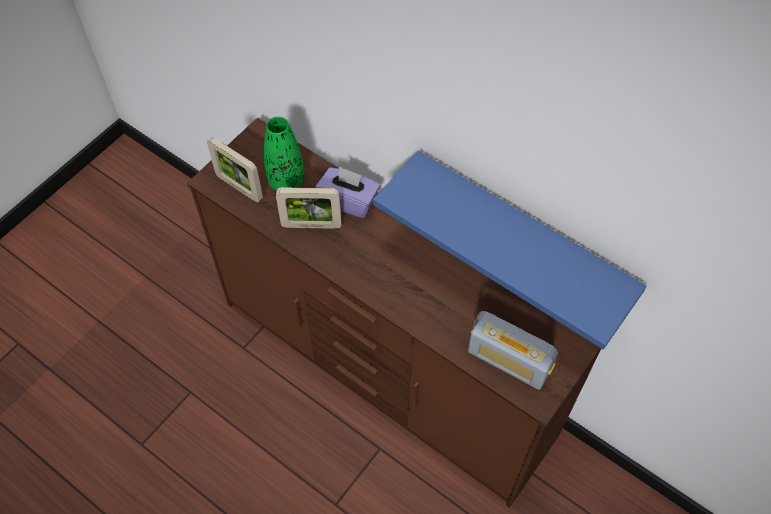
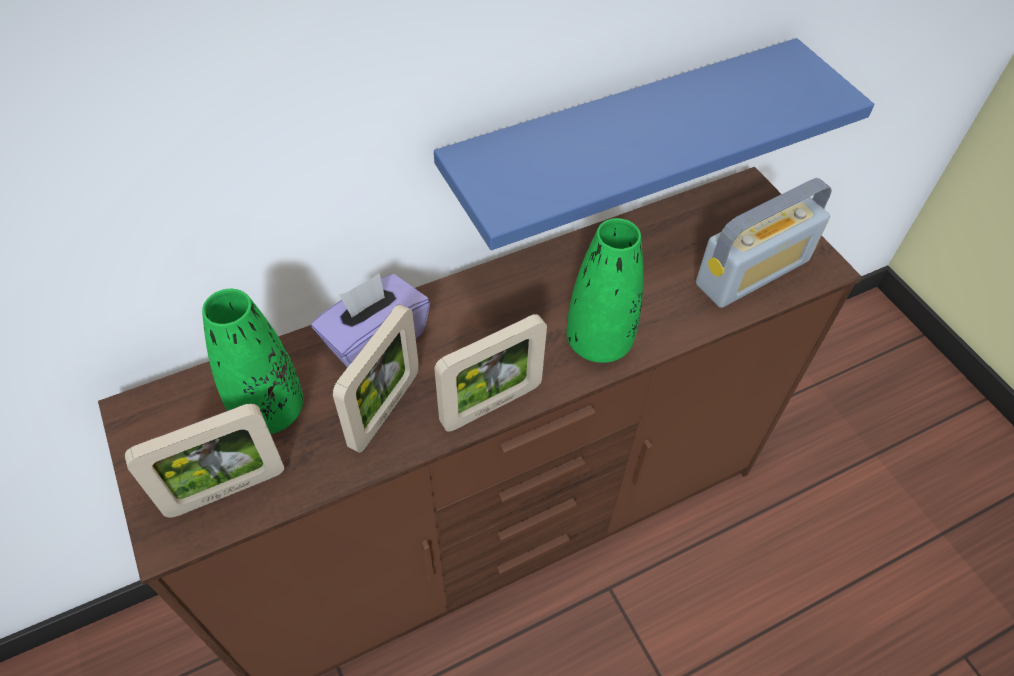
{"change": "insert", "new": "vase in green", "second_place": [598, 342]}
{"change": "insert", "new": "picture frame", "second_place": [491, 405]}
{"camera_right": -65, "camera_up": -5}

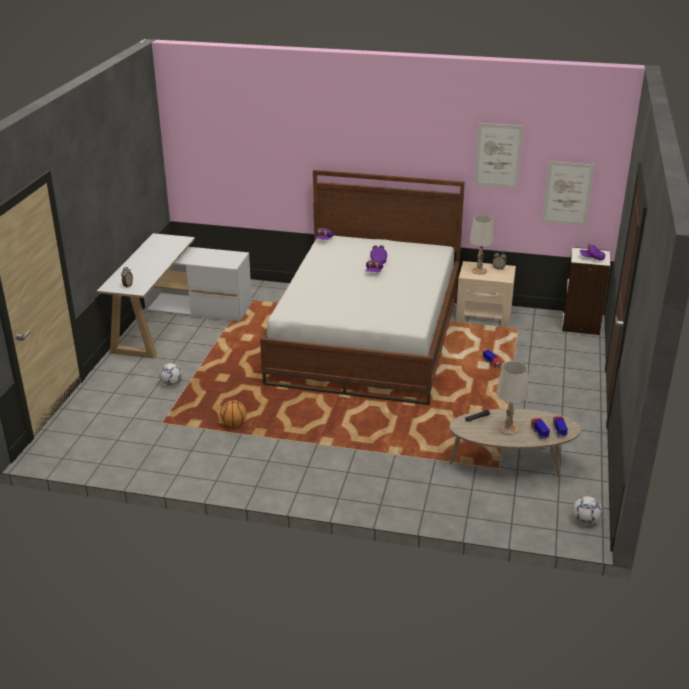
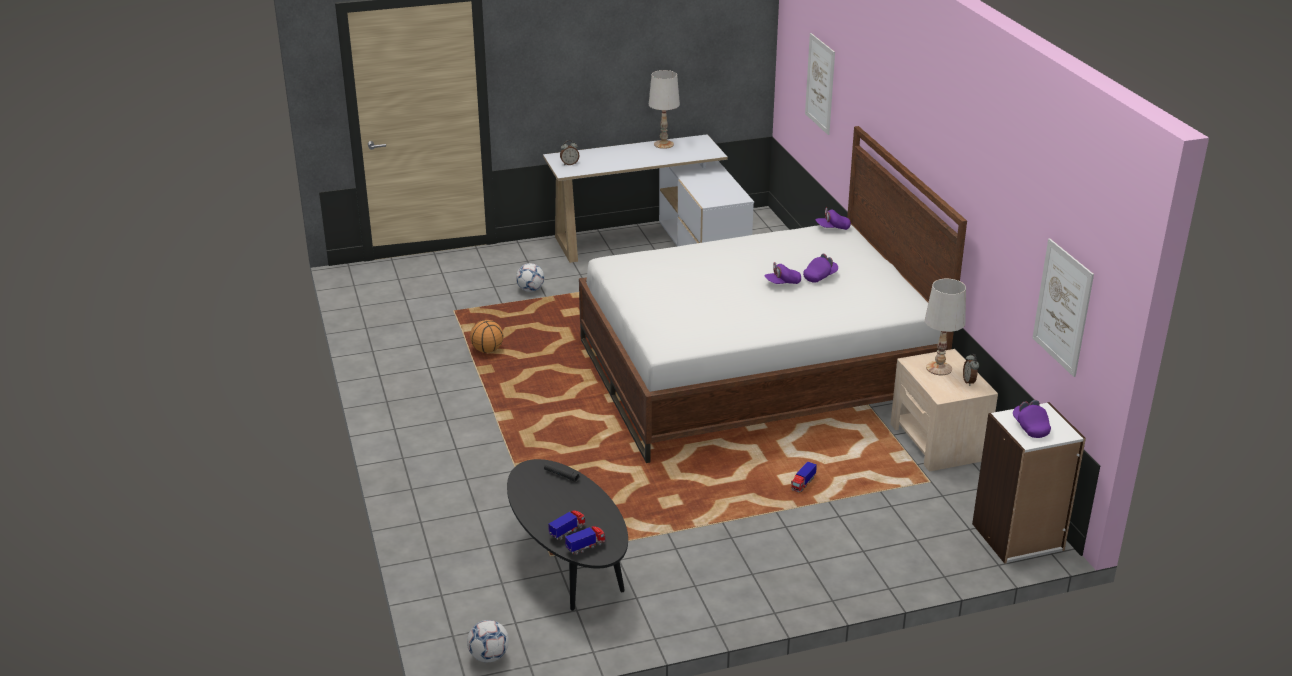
{"change": "move", "old": "picture", "first_place": [498, 155], "second_place": [820, 83]}
{"change": "move", "old": "table lamp in white", "first_place": [507, 429], "second_place": [663, 144]}
{"change": "recolor", "old": "coffee table in beige", "new": "coffee table in black", "first_place": [510, 464], "second_place": [567, 563]}
{"camera_right": 60, "camera_up": 0}

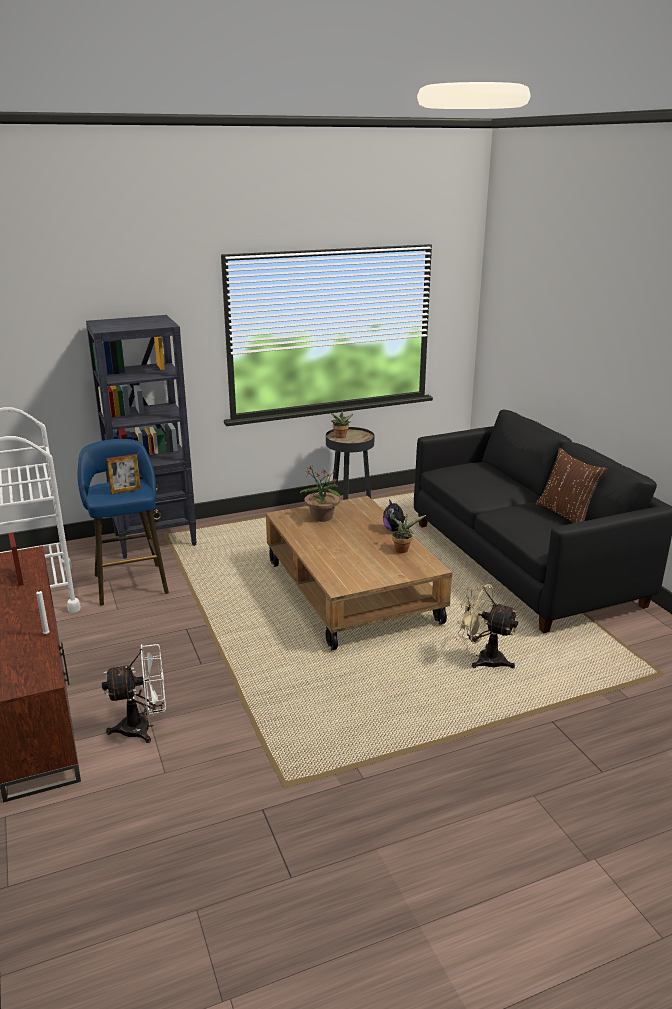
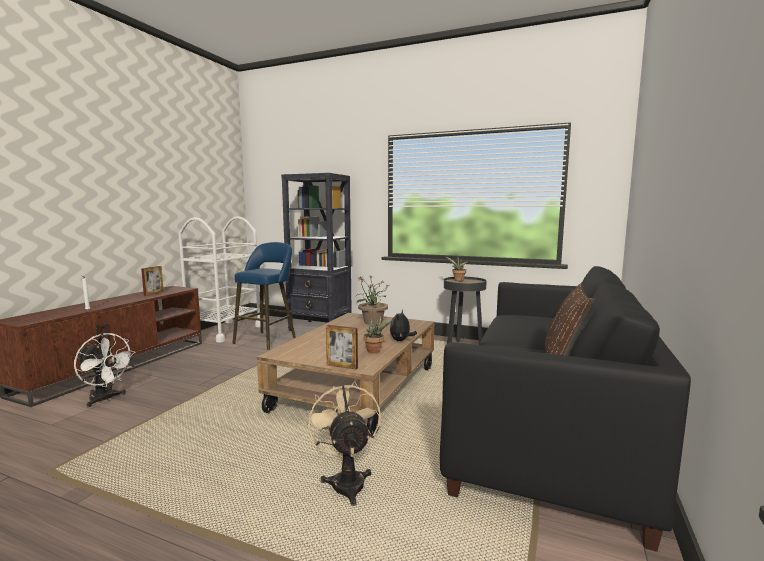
{"change": "move", "old": "picture frame", "first_place": [125, 491], "second_place": [342, 366]}
{"camera_right": 45, "camera_up": -15}

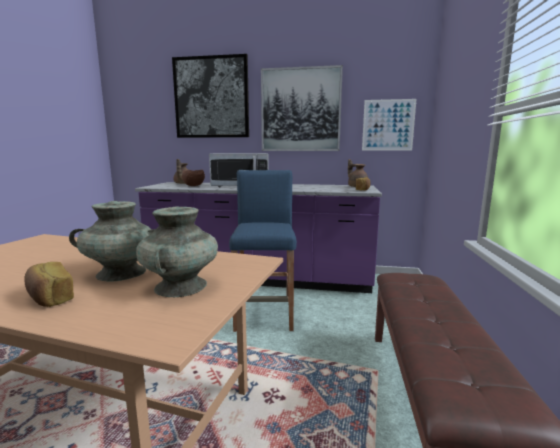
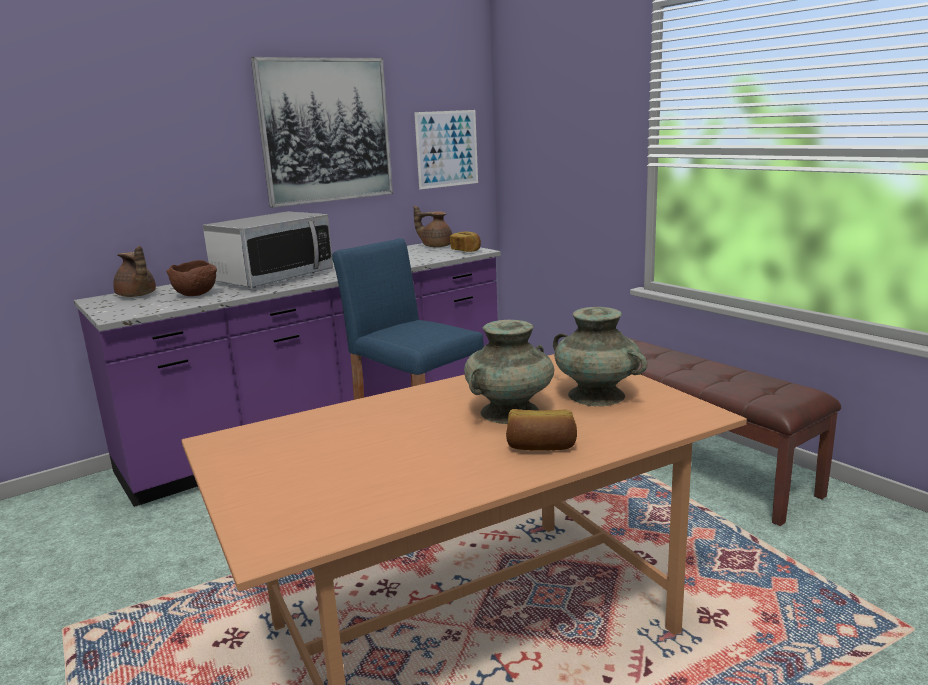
{"change": "delete", "old": "picture", "first_place": [211, 98]}
{"camera_right": -45, "camera_up": 5}

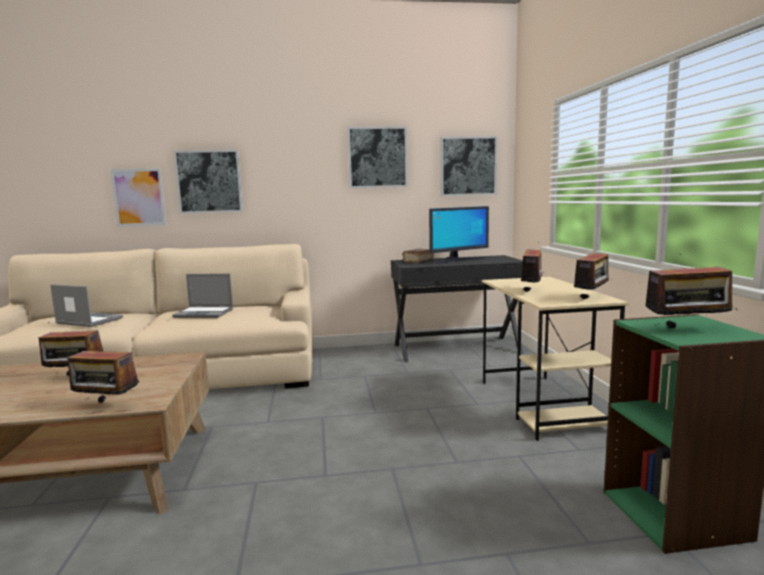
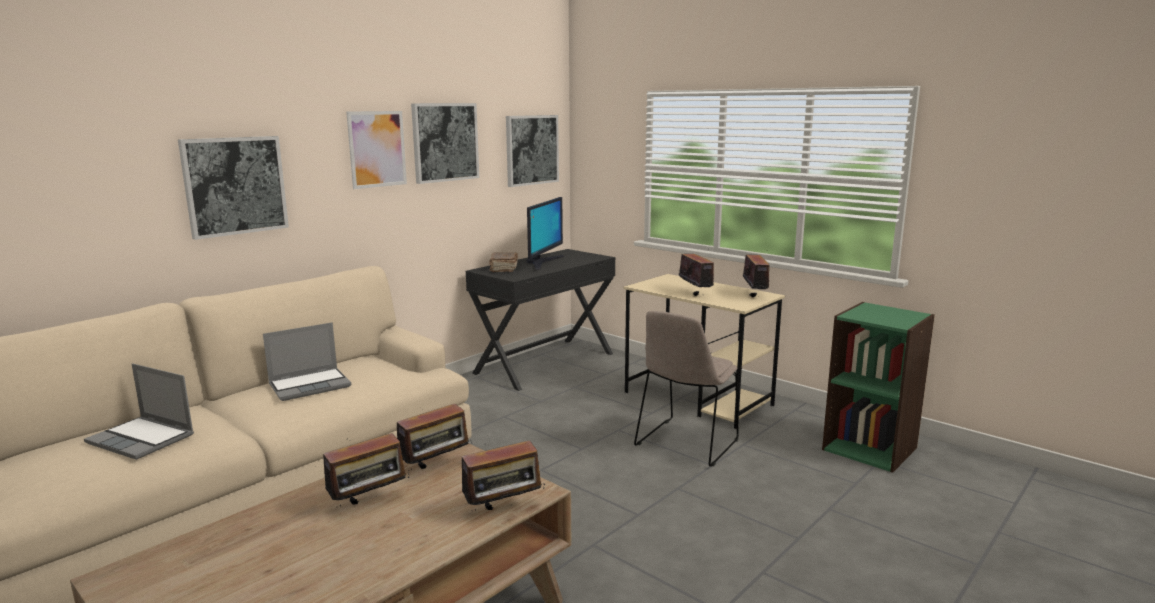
{"change": "move", "old": "picture", "first_place": [139, 197], "second_place": [377, 149]}
{"change": "move", "old": "radio", "first_place": [687, 330], "second_place": [436, 467]}
{"change": "rotate", "old": "laptop", "first_place": [88, 321], "second_place": [143, 439], "degrees": -135}
{"change": "insert", "new": "chair in beige", "second_place": [685, 444]}
{"camera_right": -40, "camera_up": 5}

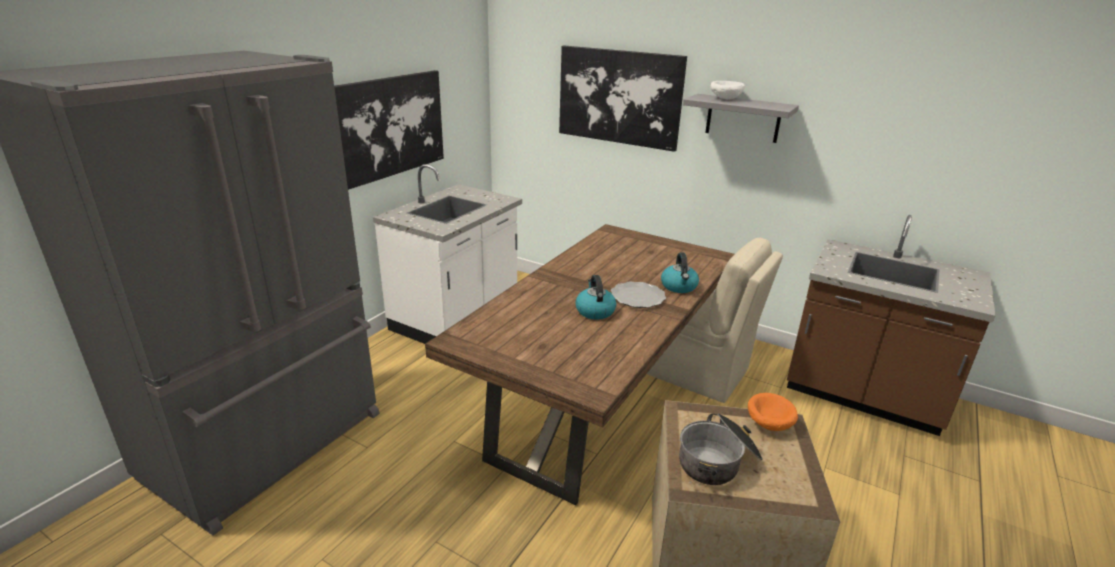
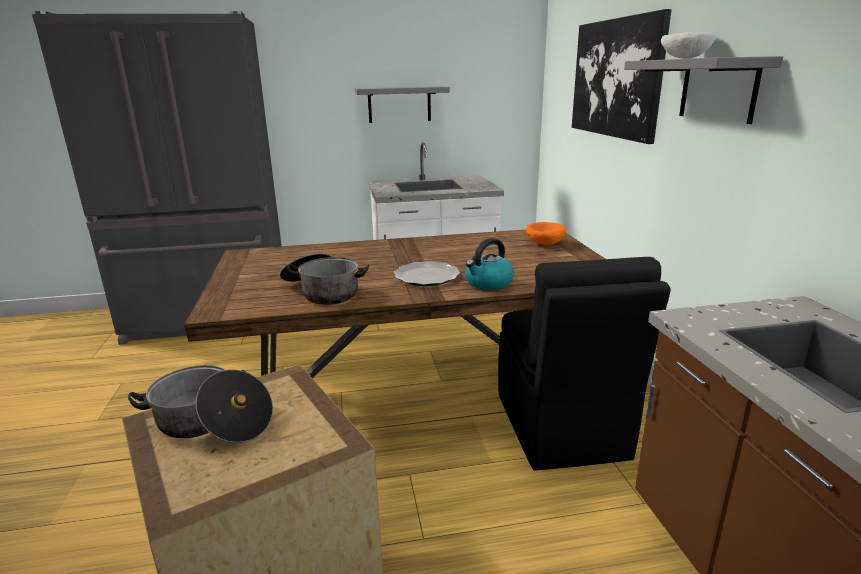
{"change": "replace", "old": "picture", "new": "shelf in grey", "first_place": [390, 126], "second_place": [399, 104]}
{"change": "recolor", "old": "chair in beige", "new": "chair in black", "first_place": [695, 371], "second_place": [561, 428]}
{"change": "delete", "old": "kettle", "first_place": [594, 311]}
{"change": "move", "old": "bowl in orange", "first_place": [768, 425], "second_place": [544, 244]}
{"change": "insert", "new": "cooking pot", "second_place": [323, 292]}
{"camera_right": 50, "camera_up": -5}

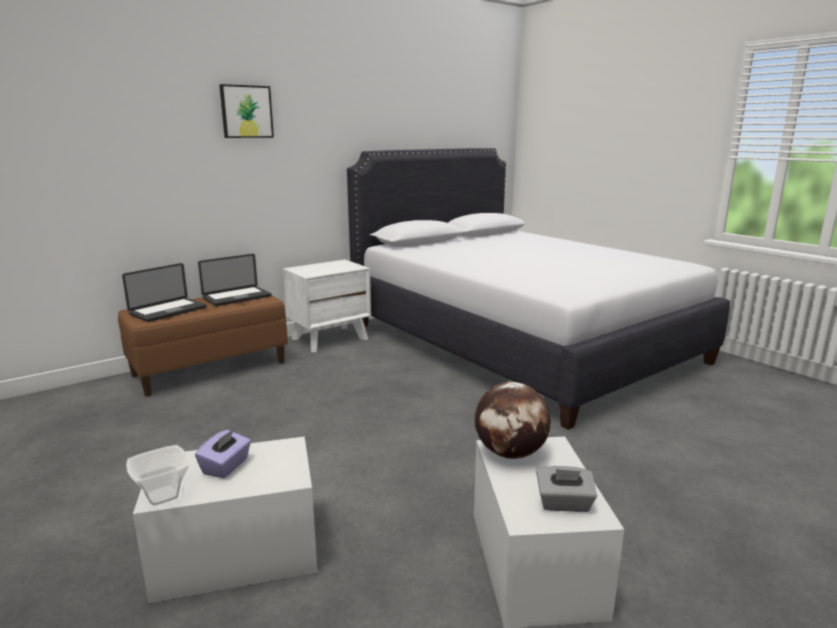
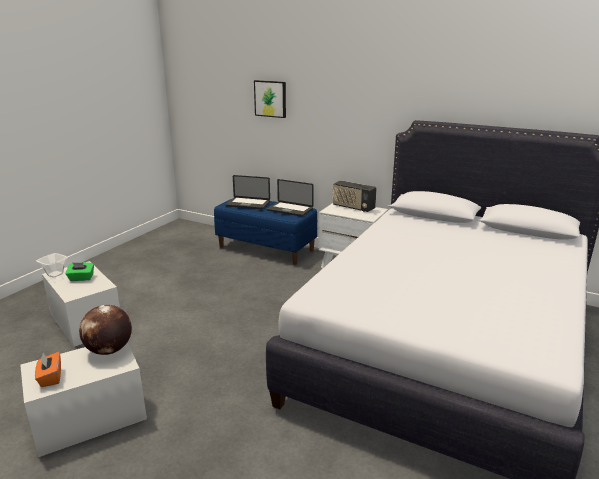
{"change": "move", "old": "picture", "first_place": [246, 112], "second_place": [270, 98]}
{"change": "recolor", "old": "bench in brown", "new": "bench in blue", "first_place": [210, 368], "second_place": [266, 248]}
{"change": "recolor", "old": "tissue box in purple", "new": "tissue box in green", "first_place": [226, 466], "second_place": [81, 278]}
{"change": "recolor", "old": "tissue box in grey", "new": "tissue box in orange", "first_place": [564, 504], "second_place": [50, 378]}
{"change": "insert", "new": "radio", "second_place": [353, 207]}
{"camera_right": 65, "camera_up": 5}

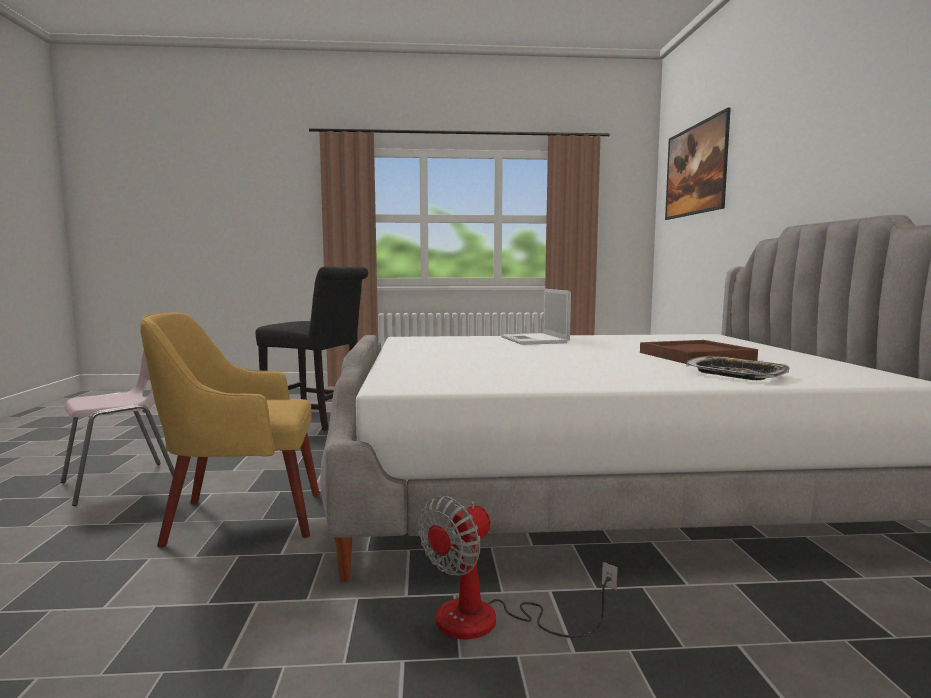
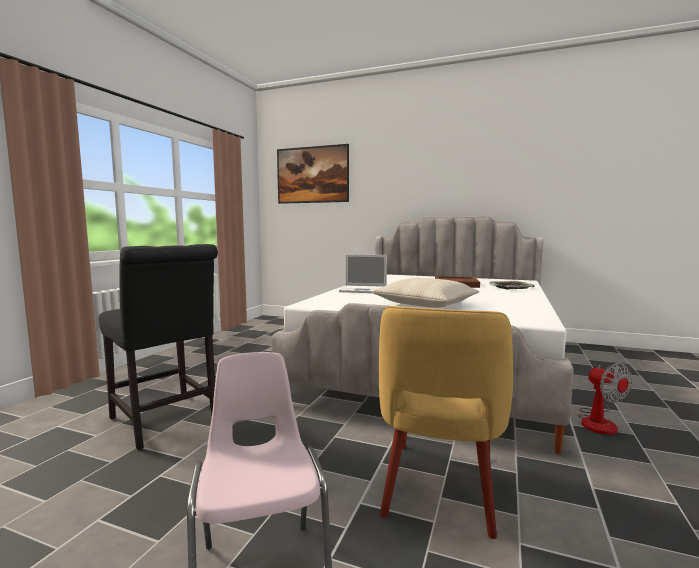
{"change": "rotate", "old": "chair in black", "first_place": [318, 420], "second_place": [166, 422], "degrees": 90}
{"change": "insert", "new": "pillow in beige", "second_place": [425, 304]}
{"camera_right": -65, "camera_up": 0}

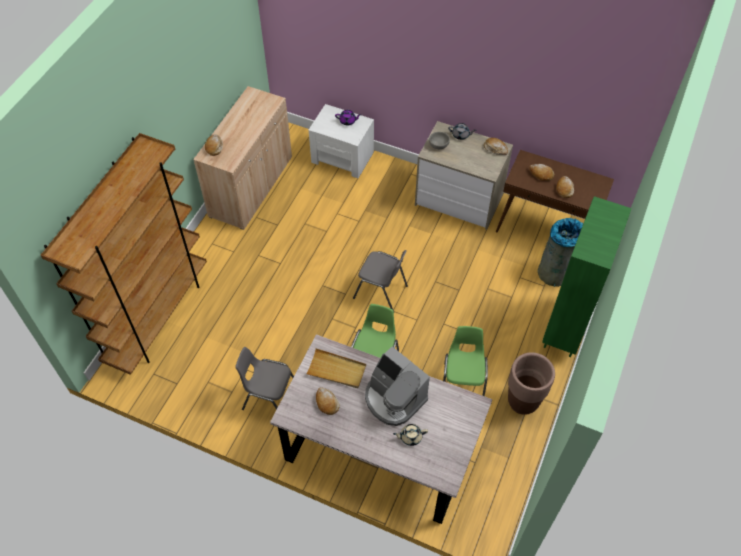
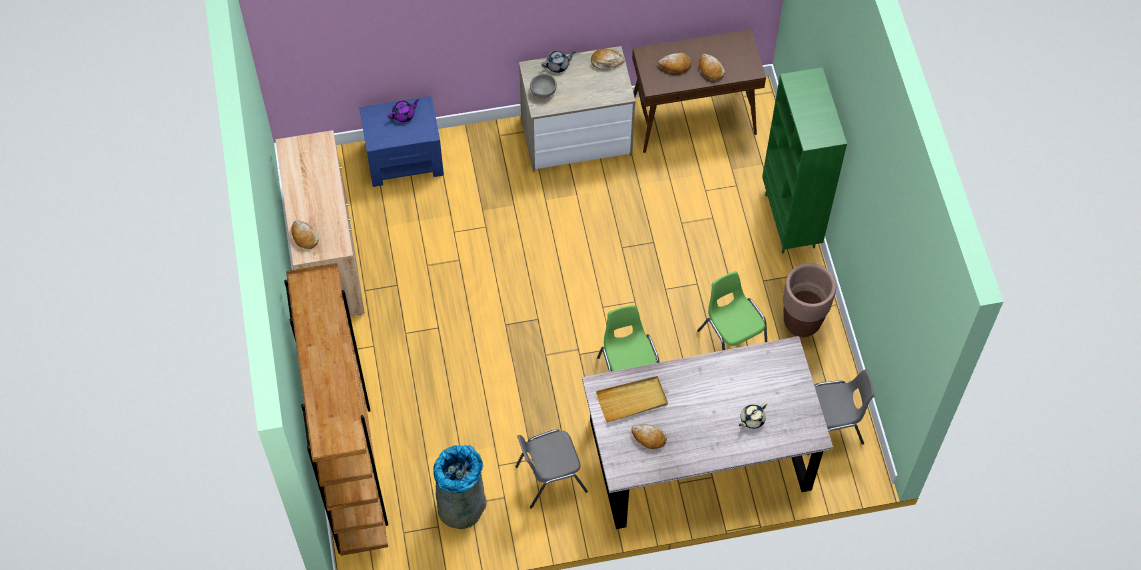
{"change": "recolor", "old": "nightstand in white", "new": "nightstand in blue", "first_place": [342, 157], "second_place": [405, 159]}
{"change": "move", "old": "trash can in grey", "first_place": [556, 272], "second_place": [462, 505]}
{"change": "move", "old": "chair in grey", "first_place": [381, 292], "second_place": [830, 427]}
{"change": "delete", "old": "coffee machine", "first_place": [394, 398]}
{"camera_right": -35, "camera_up": 5}

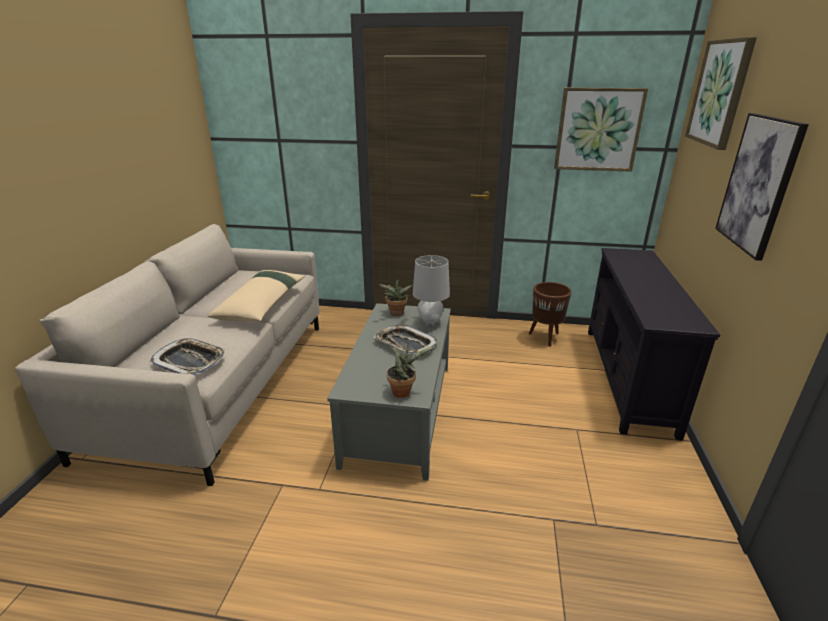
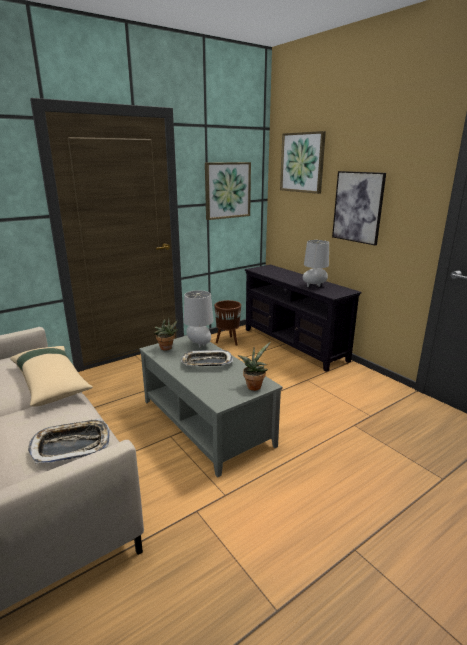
{"change": "insert", "new": "table lamp in grey", "second_place": [314, 286]}
{"camera_right": -45, "camera_up": -5}

